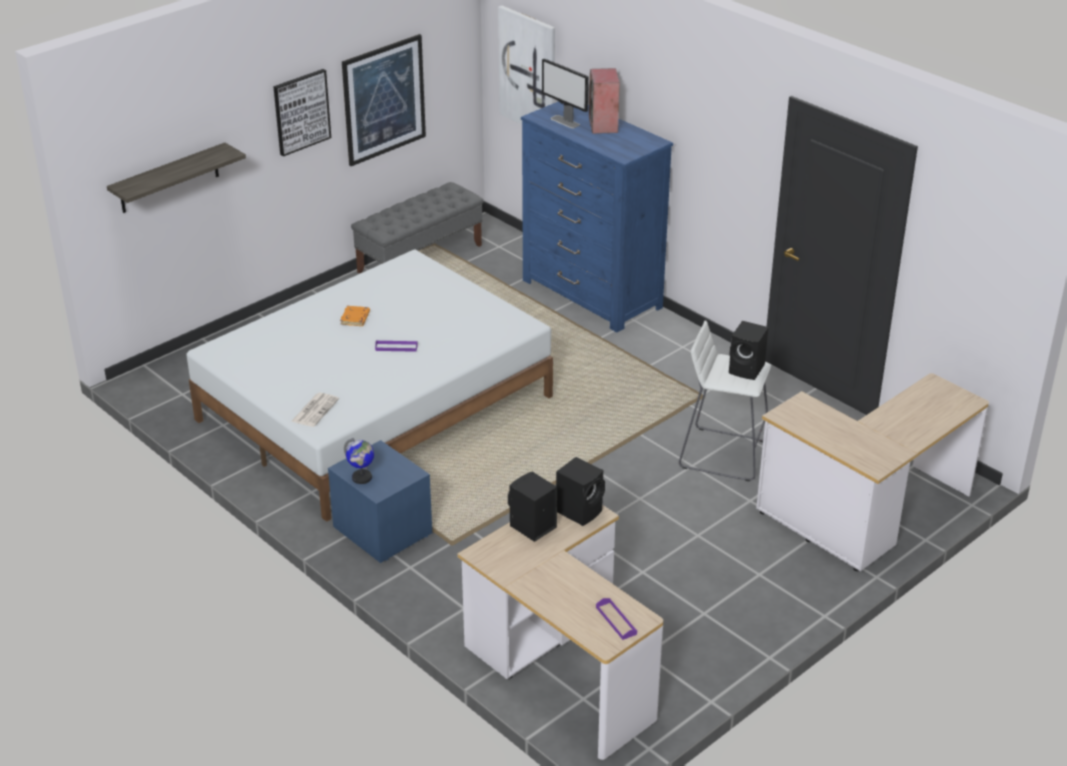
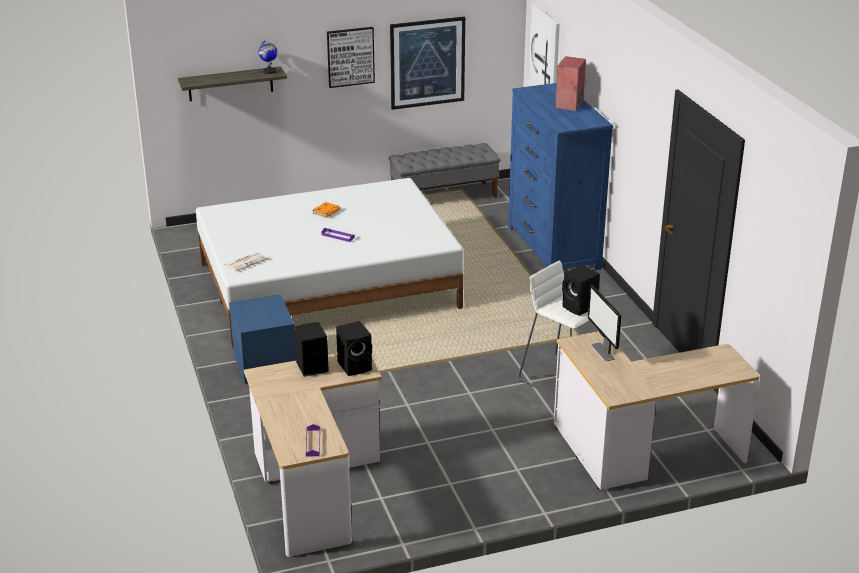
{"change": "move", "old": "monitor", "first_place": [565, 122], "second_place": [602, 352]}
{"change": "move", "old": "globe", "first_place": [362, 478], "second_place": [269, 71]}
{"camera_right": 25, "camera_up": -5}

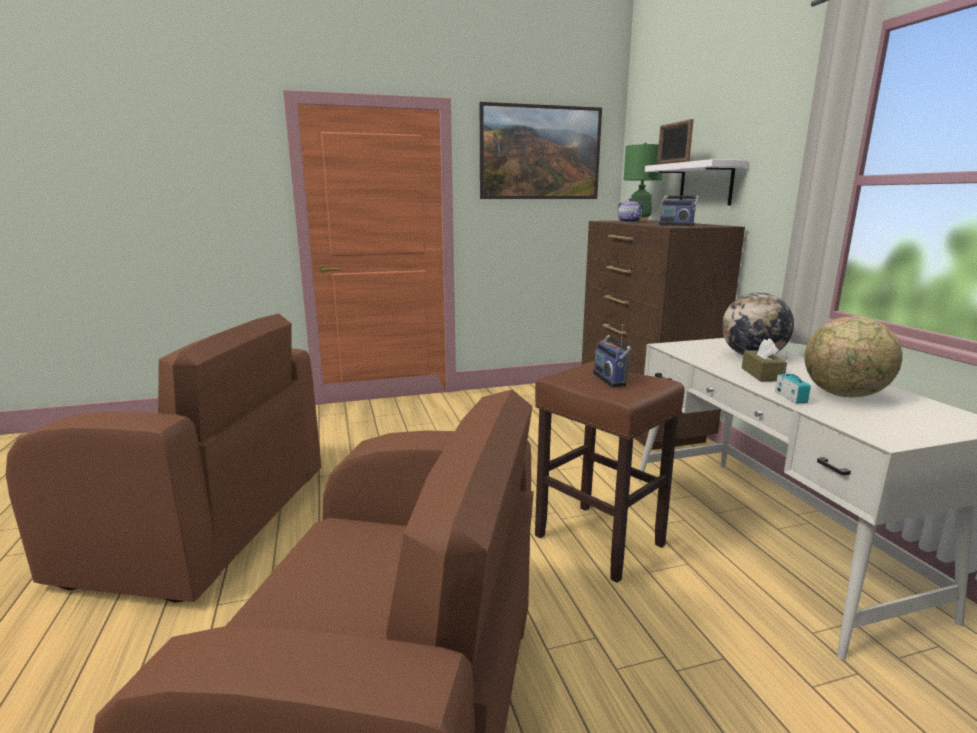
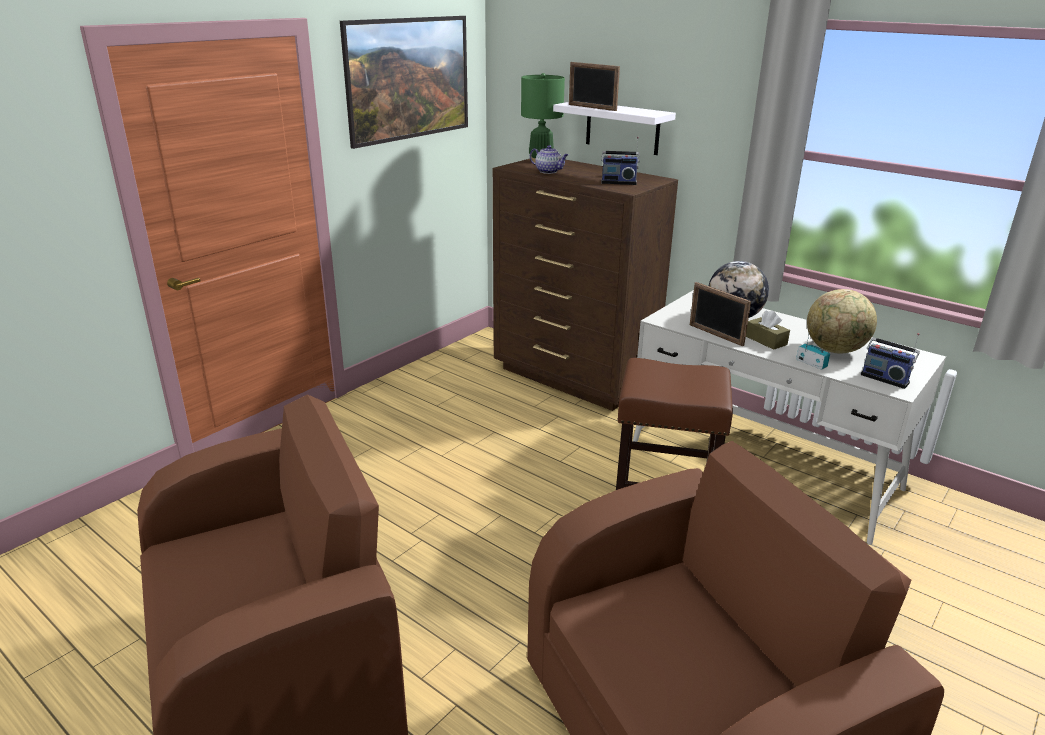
{"change": "move", "old": "radio", "first_place": [611, 379], "second_place": [885, 378]}
{"change": "insert", "new": "picture frame", "second_place": [715, 335]}
{"camera_right": -35, "camera_up": 10}

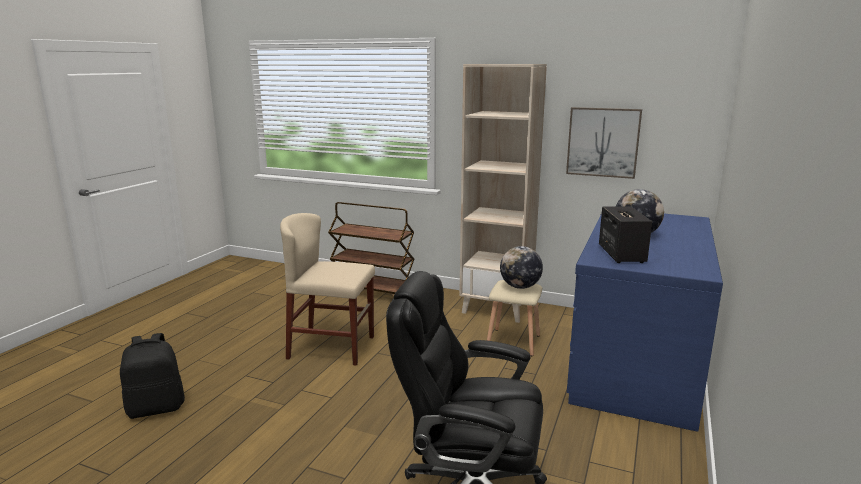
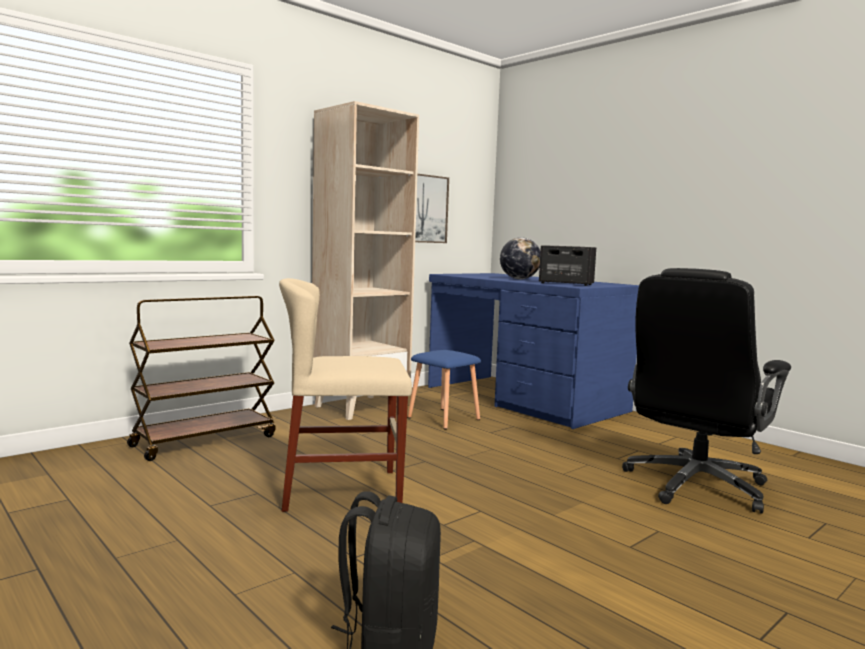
{"change": "rotate", "old": "chair in beige", "first_place": [332, 347], "second_place": [342, 489], "degrees": 45}
{"change": "delete", "old": "globe", "first_place": [520, 287]}
{"change": "recolor", "old": "stool in beige", "new": "stool in blue", "first_place": [513, 341], "second_place": [442, 418]}
{"camera_right": -65, "camera_up": -10}

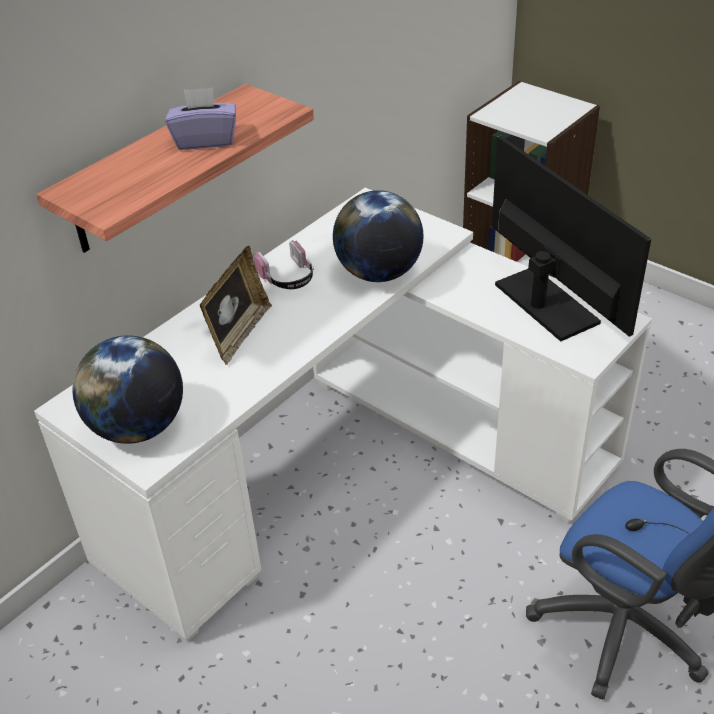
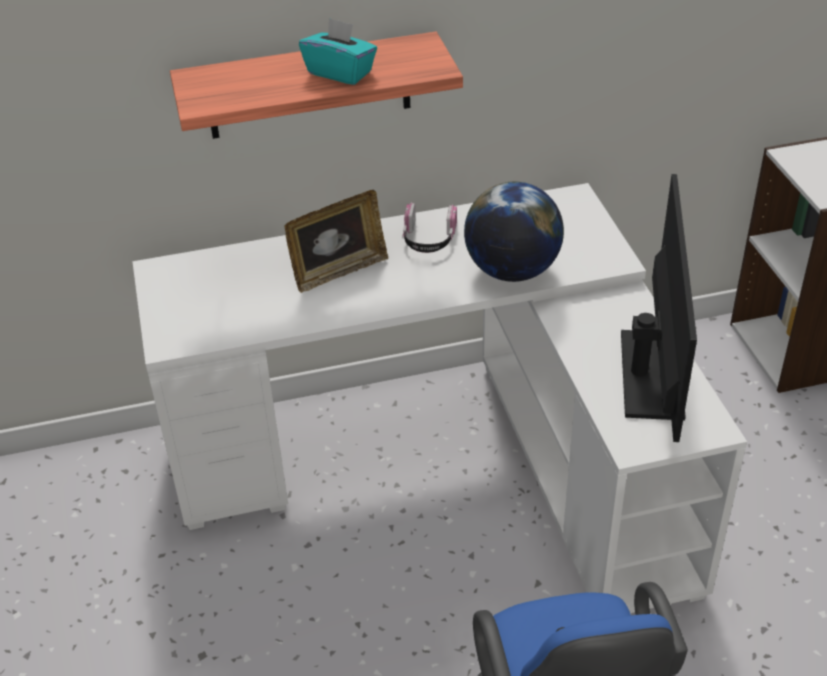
{"change": "recolor", "old": "tissue box in purple", "new": "tissue box in turquoise", "first_place": [205, 140], "second_place": [340, 72]}
{"change": "delete", "old": "globe", "first_place": [138, 427]}
{"camera_right": 35, "camera_up": 0}

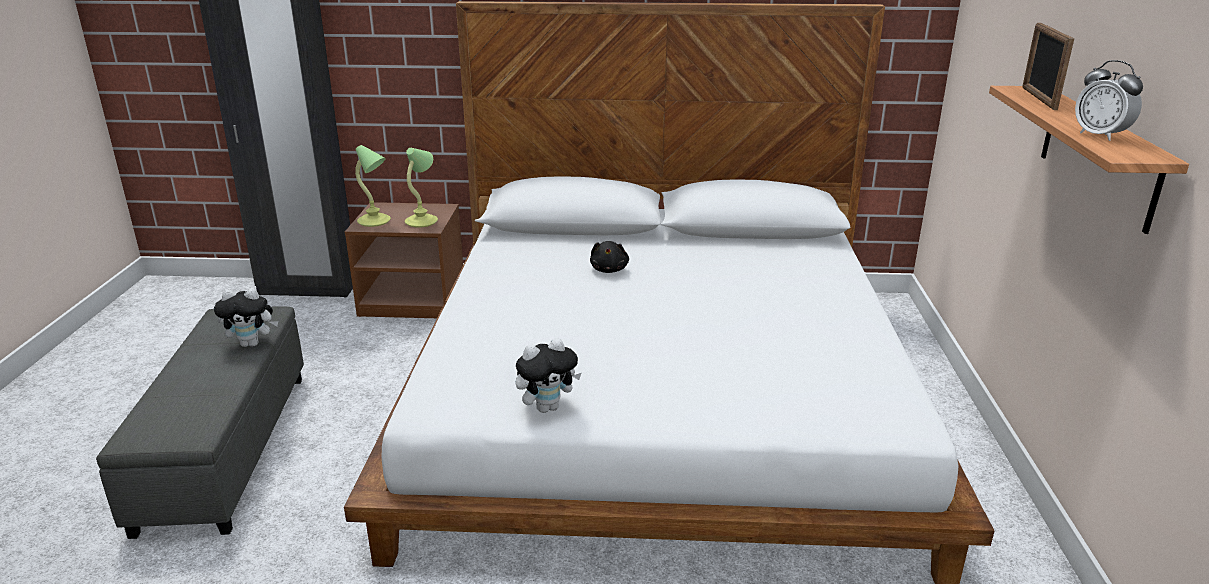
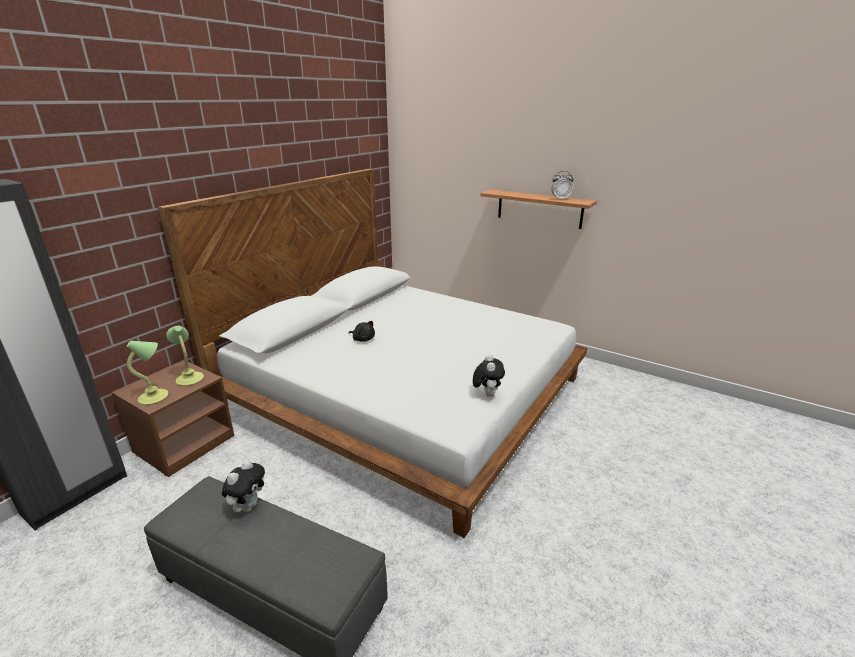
{"change": "delete", "old": "picture frame", "first_place": [1038, 98]}
{"camera_right": -60, "camera_up": 0}

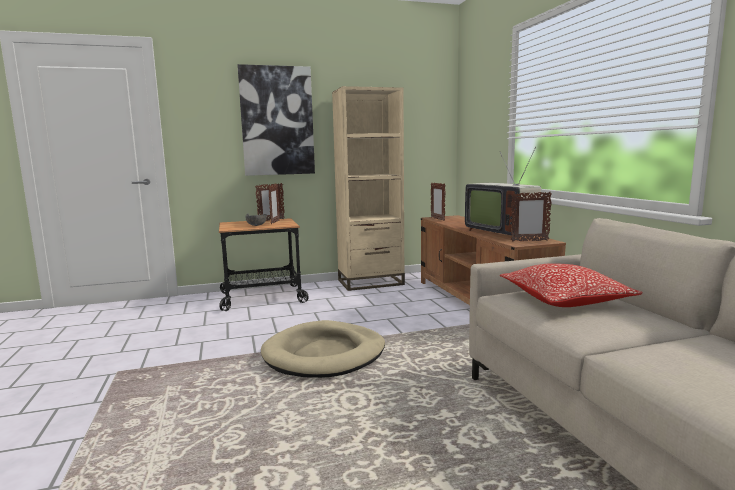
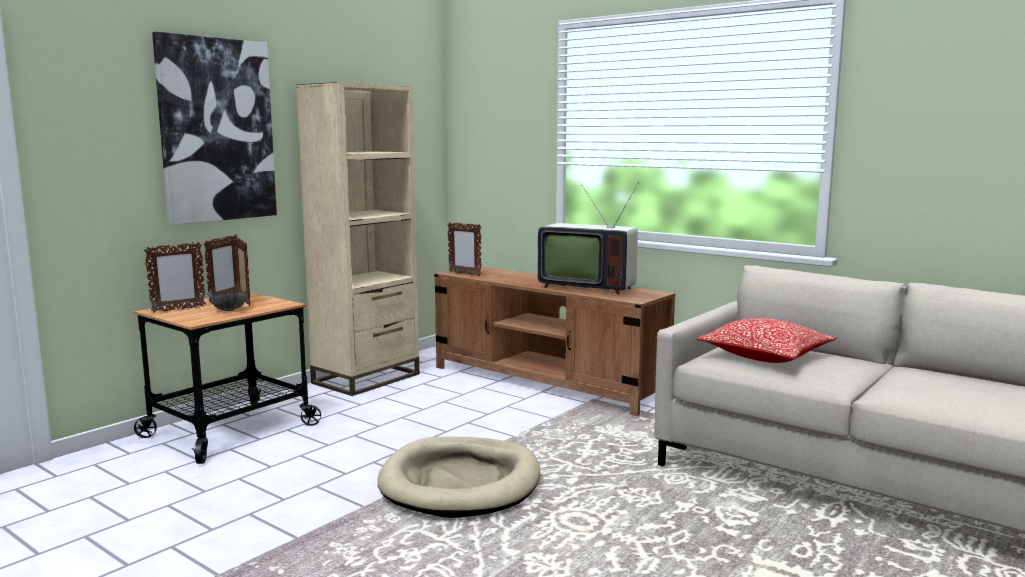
{"change": "move", "old": "picture frame", "first_place": [529, 241], "second_place": [178, 309]}
{"camera_right": -35, "camera_up": 0}

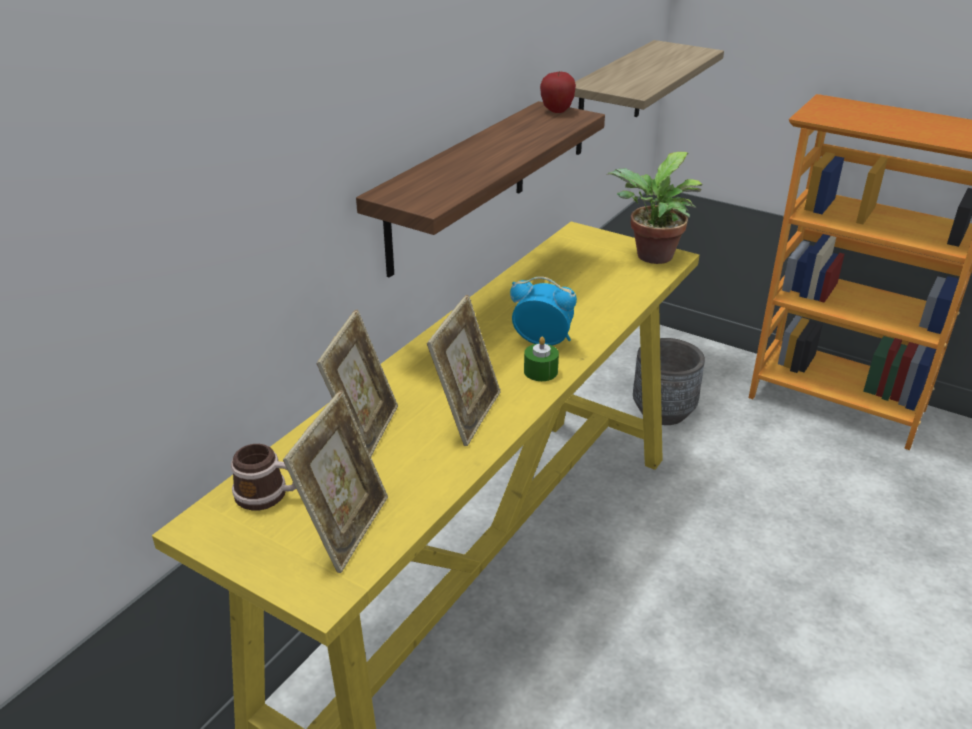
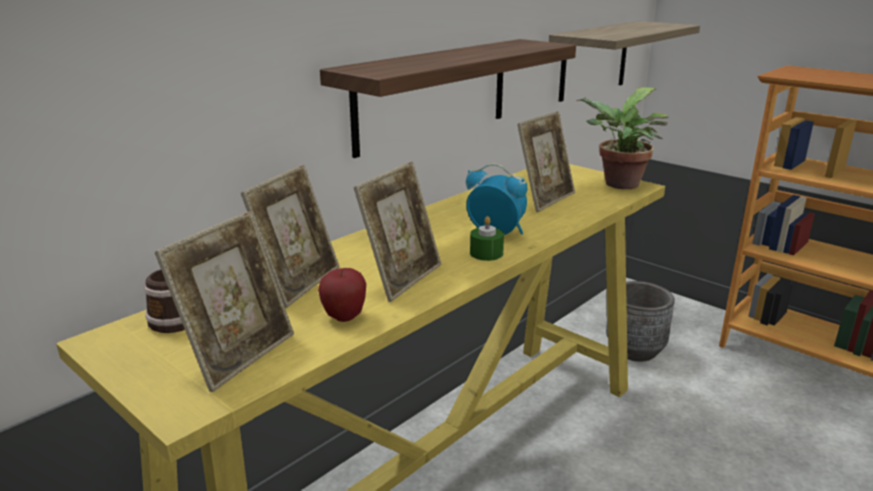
{"change": "move", "old": "apple", "first_place": [557, 111], "second_place": [344, 317]}
{"change": "insert", "new": "picture frame", "second_place": [545, 199]}
{"camera_right": 10, "camera_up": -10}

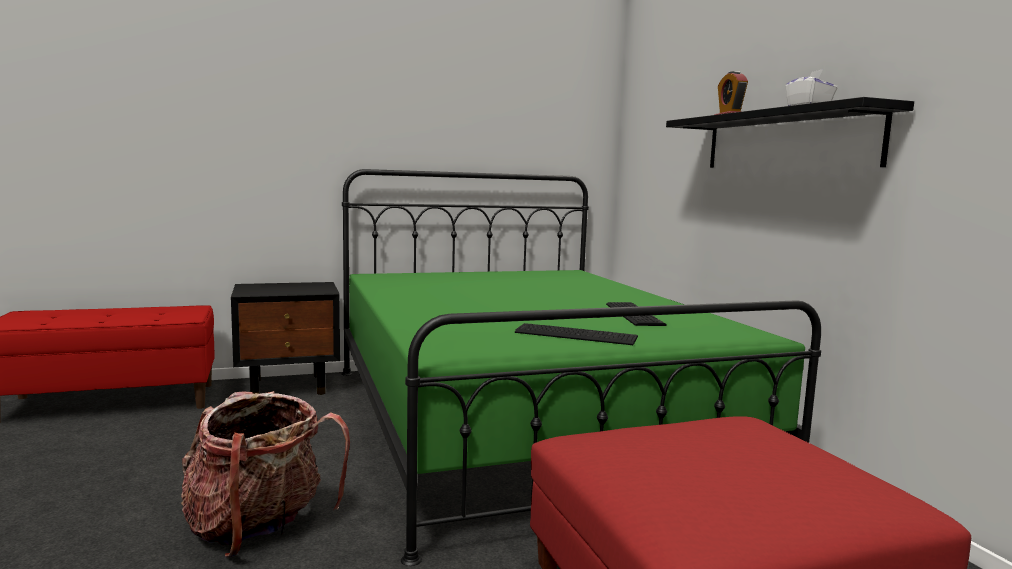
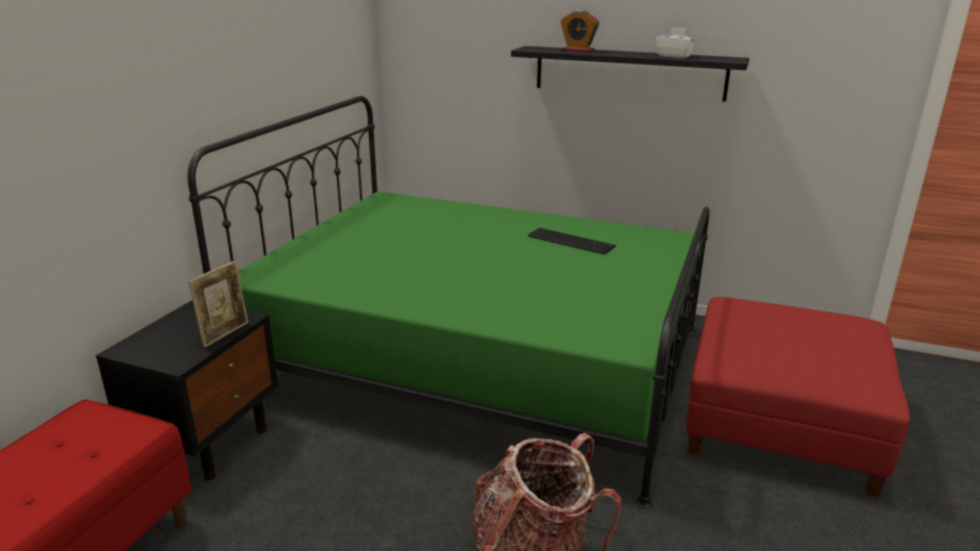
{"change": "delete", "old": "keyboard", "first_place": [575, 334]}
{"change": "insert", "new": "picture frame", "second_place": [225, 334]}
{"camera_right": -50, "camera_up": 15}

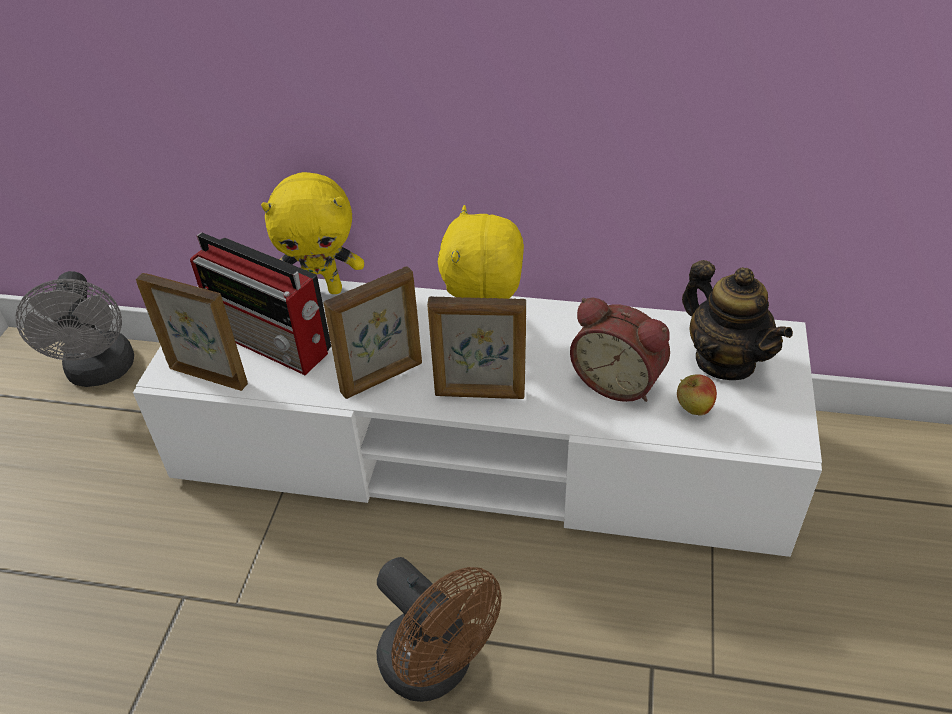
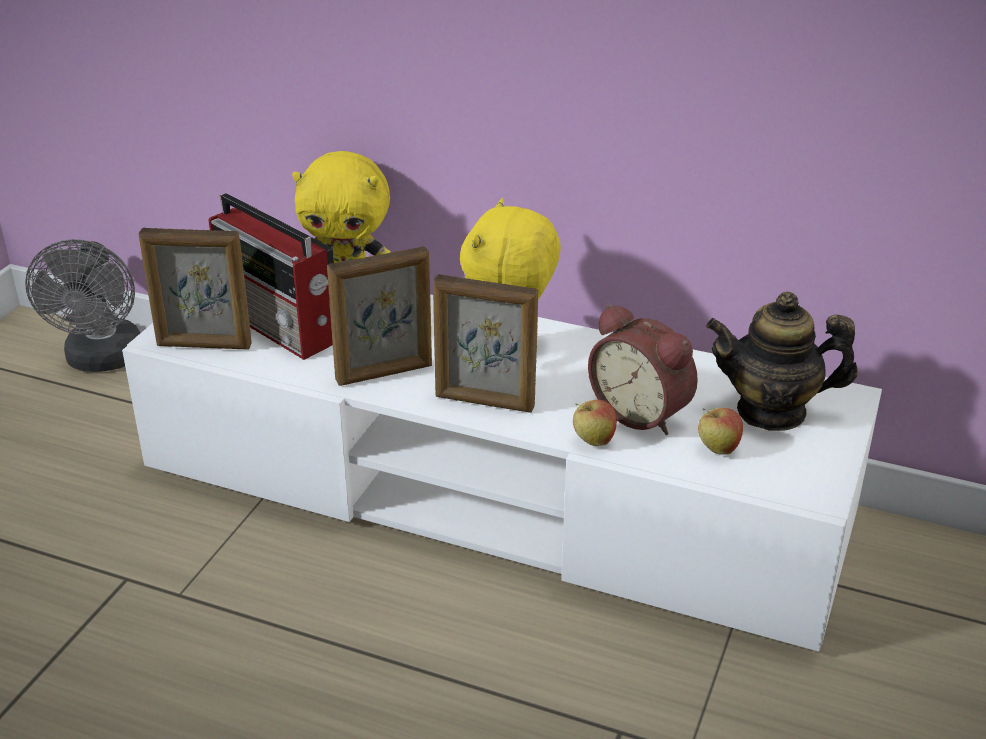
{"change": "rotate", "old": "teapot", "first_place": [725, 361], "second_place": [772, 411], "degrees": 120}
{"change": "rotate", "old": "picture frame", "first_place": [209, 375], "second_place": [204, 345], "degrees": 150}
{"change": "delete", "old": "fan in brown", "first_place": [436, 669]}
{"change": "insert", "new": "apple", "second_place": [593, 441]}
{"camera_right": 10, "camera_up": -10}

